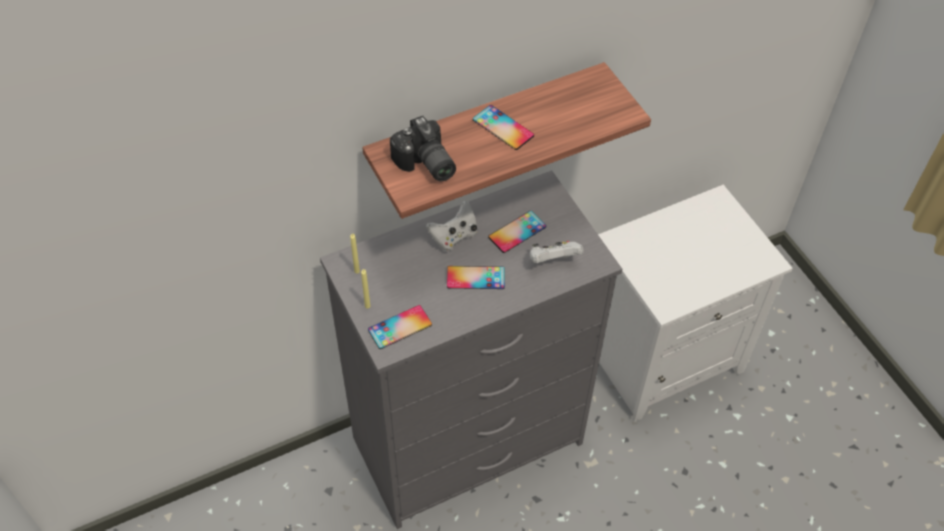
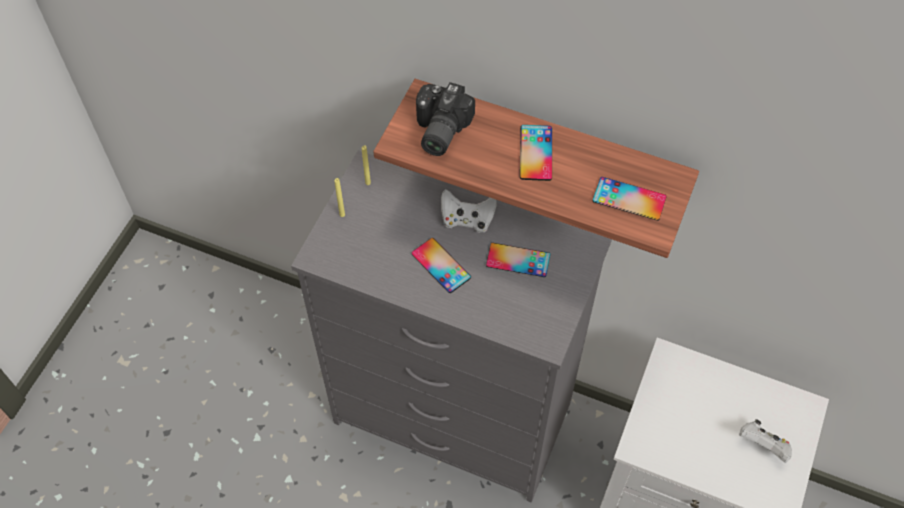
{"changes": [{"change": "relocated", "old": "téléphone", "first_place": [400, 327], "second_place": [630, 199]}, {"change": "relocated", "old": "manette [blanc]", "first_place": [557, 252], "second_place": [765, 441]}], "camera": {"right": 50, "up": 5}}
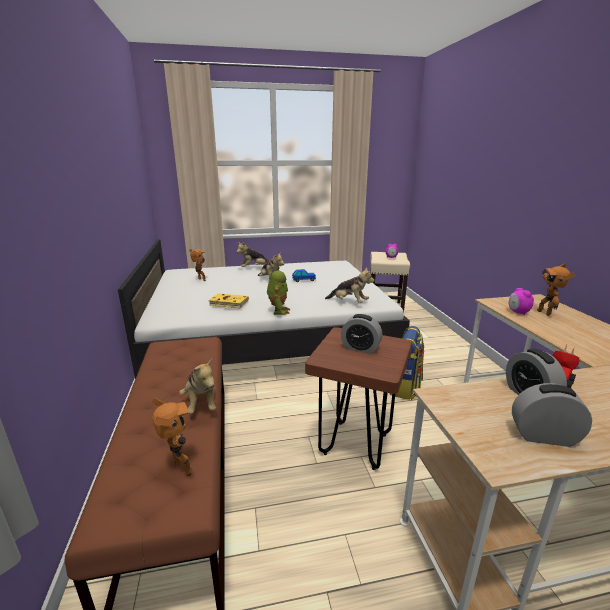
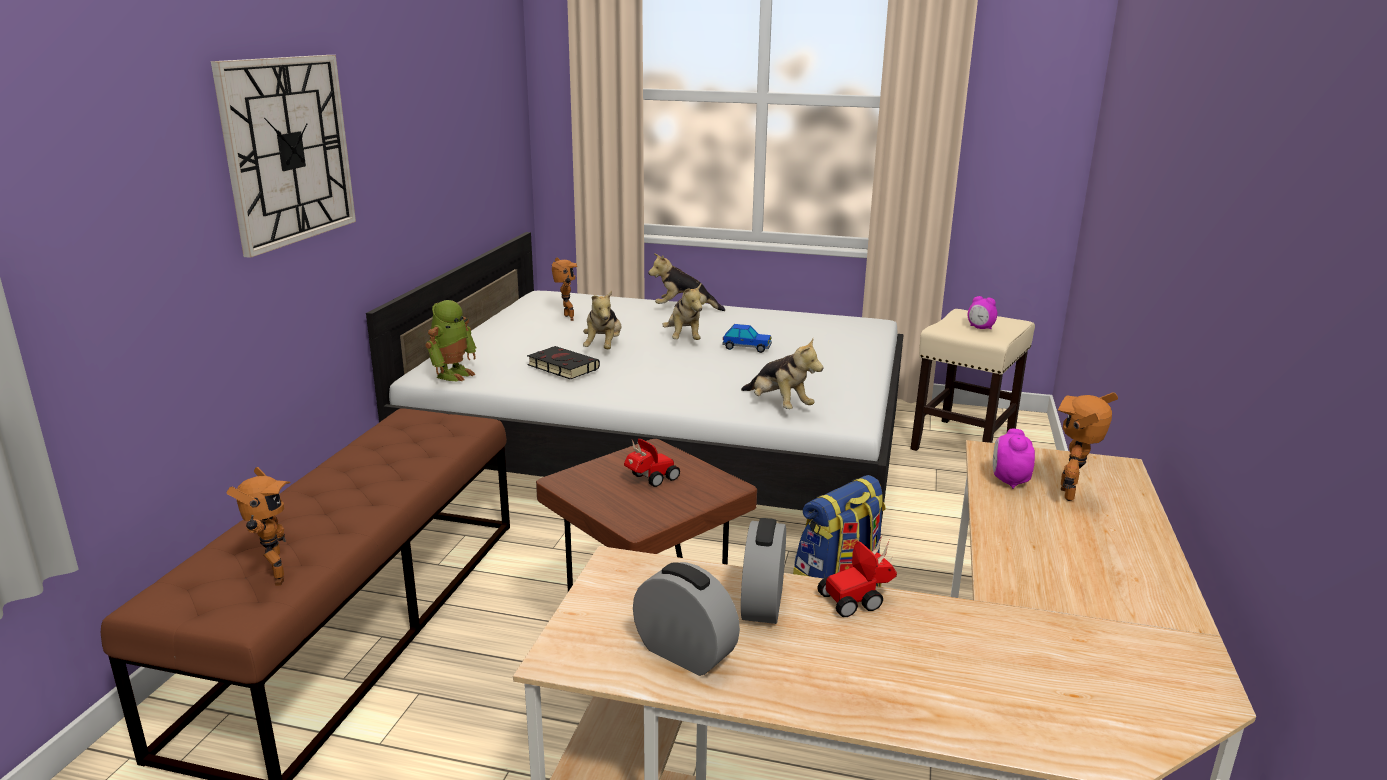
{"changes": [{"change": "appeared", "new": "horloge murale", "second_place": [283, 156]}, {"change": "relocated", "old": "robot jouet", "first_place": [278, 293], "second_place": [450, 340]}, {"change": "colour", "old": "livre [jaune]", "new": "livre [noir]", "first_place": [229, 301], "second_place": [563, 362]}, {"change": "relocated", "old": "peluche", "first_place": [197, 386], "second_place": [602, 320]}, {"change": "exchanged", "old": "réveil", "new": "petite voiture", "first_place": [362, 334], "second_place": [652, 463]}], "camera": {"right": 25, "up": 0}}
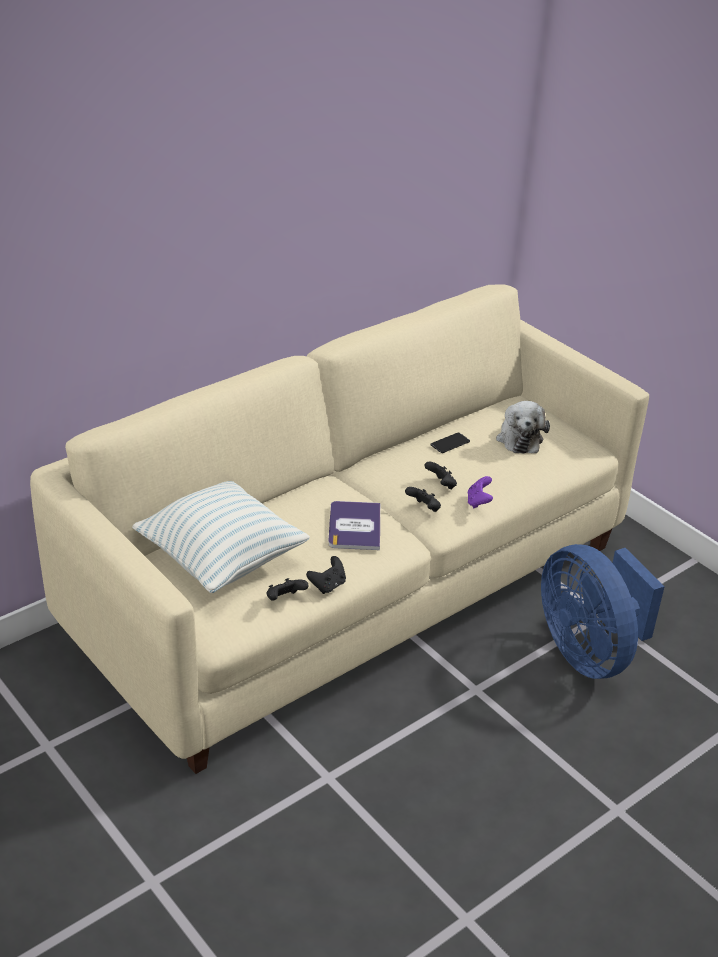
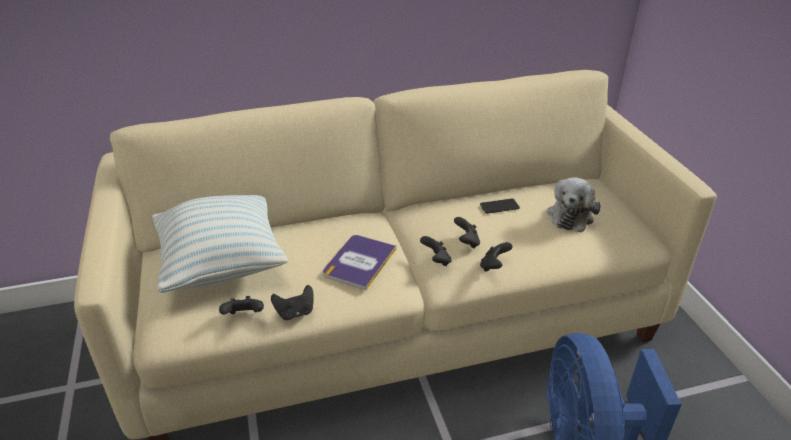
{"changes": [{"change": "colour", "old": "manette [violet]", "new": "manette [noir]", "first_place": [480, 492], "second_place": [496, 257]}], "camera": {"right": 25, "up": 0}}
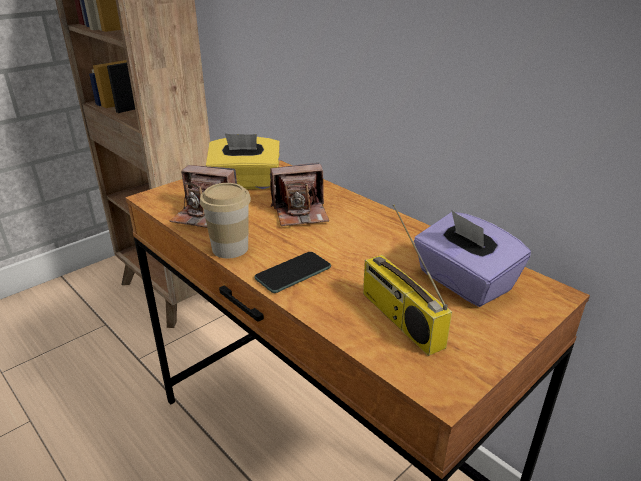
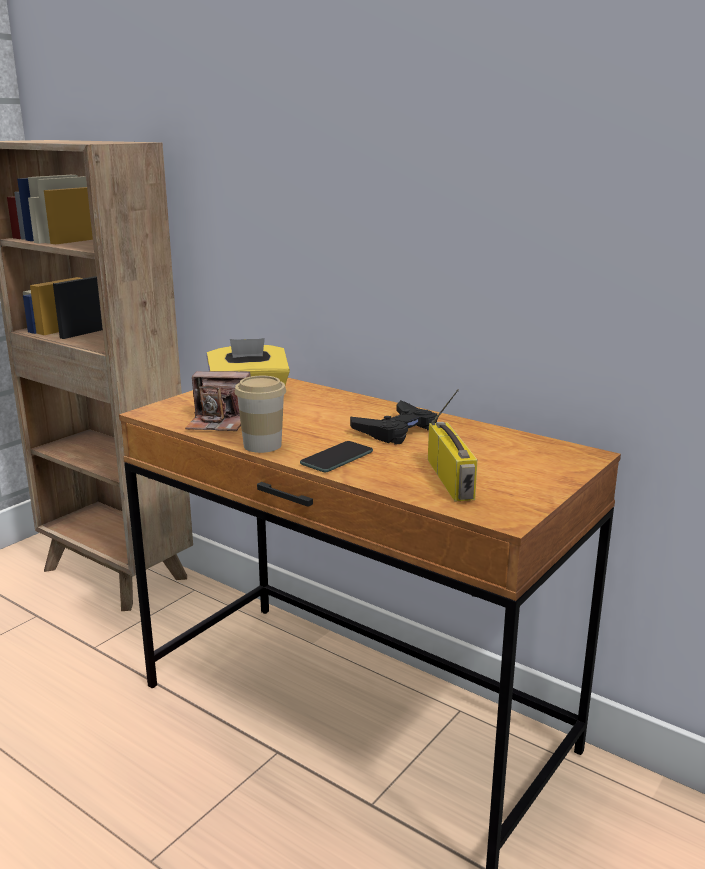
{"changes": [{"change": "appeared", "new": "manette [noir]", "second_place": [394, 422]}, {"change": "spun", "old": "radio", "first_place": [407, 280], "second_place": [452, 445], "degrees": -150}, {"change": "missing", "old": "appareil photo", "first_place": [299, 194]}, {"change": "missing", "old": "boîte à mouchoirs [violet]", "first_place": [472, 258]}], "camera": {"right": -10, "up": -10}}
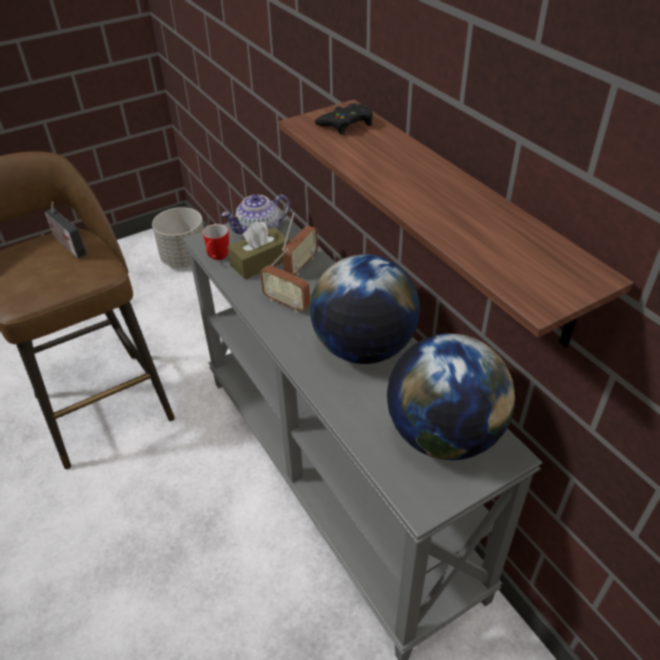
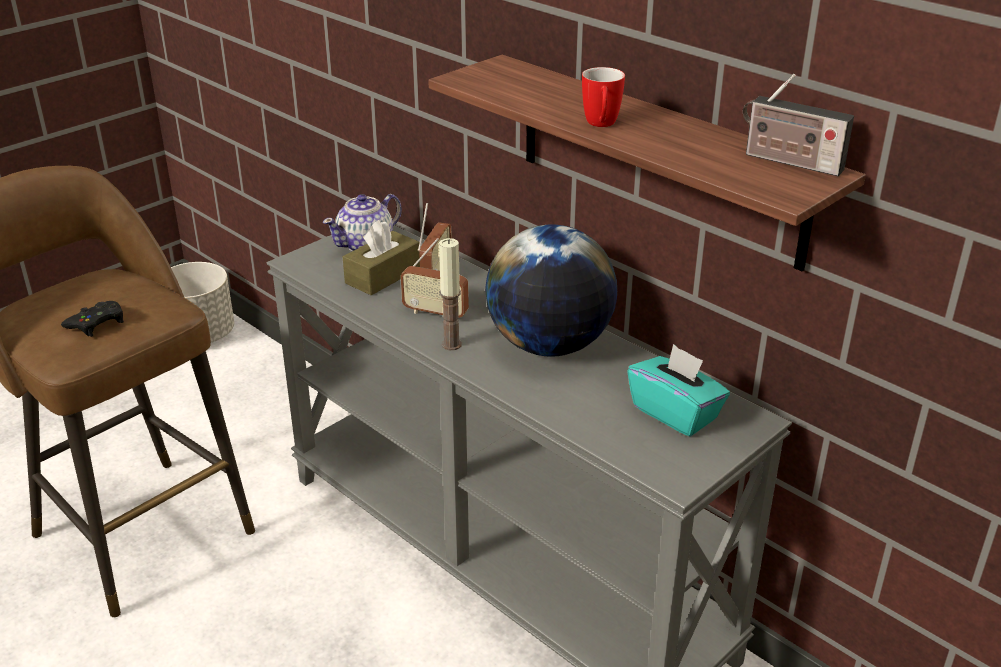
{"changes": [{"change": "relocated", "old": "manette [noir]", "first_place": [344, 119], "second_place": [92, 319]}, {"change": "appeared", "new": "bougie", "second_place": [450, 294]}, {"change": "relocated", "old": "mug", "first_place": [216, 242], "second_place": [603, 97]}, {"change": "exchanged", "old": "globe", "new": "boîte à mouchoirs [turquoise]", "first_place": [451, 396], "second_place": [678, 390]}, {"change": "relocated", "old": "radio", "first_place": [66, 230], "second_place": [798, 125]}], "camera": {"right": -15, "up": -10}}
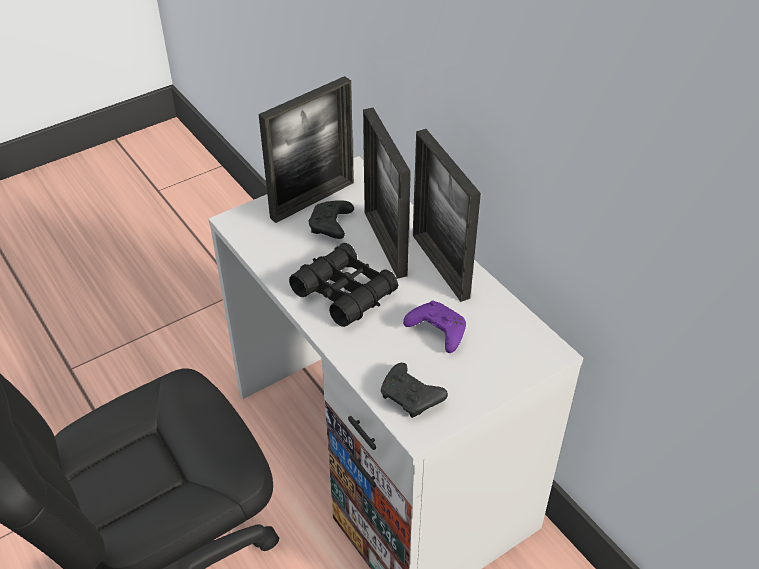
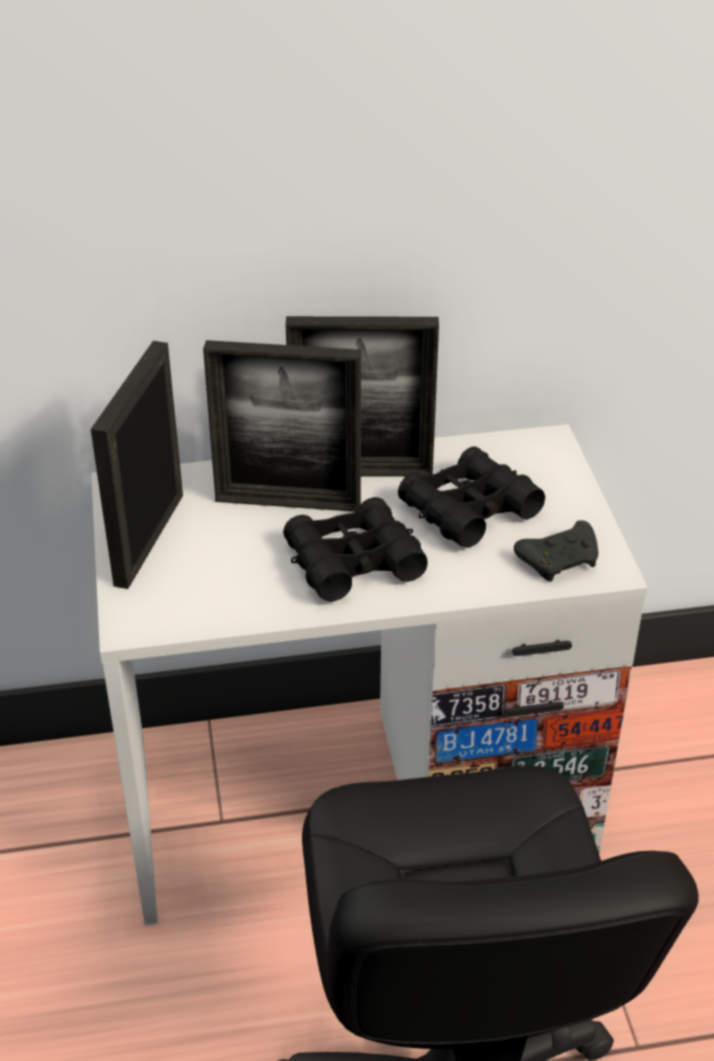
{"changes": [{"change": "spun", "old": "cadre photo", "first_place": [306, 149], "second_place": [137, 465], "degrees": -150}, {"change": "exchanged", "old": "manette [violet]", "new": "jumelles [noir]", "first_place": [434, 326], "second_place": [471, 497]}, {"change": "missing", "old": "manette [noir]", "first_place": [331, 219]}], "camera": {"right": -65, "up": -5}}
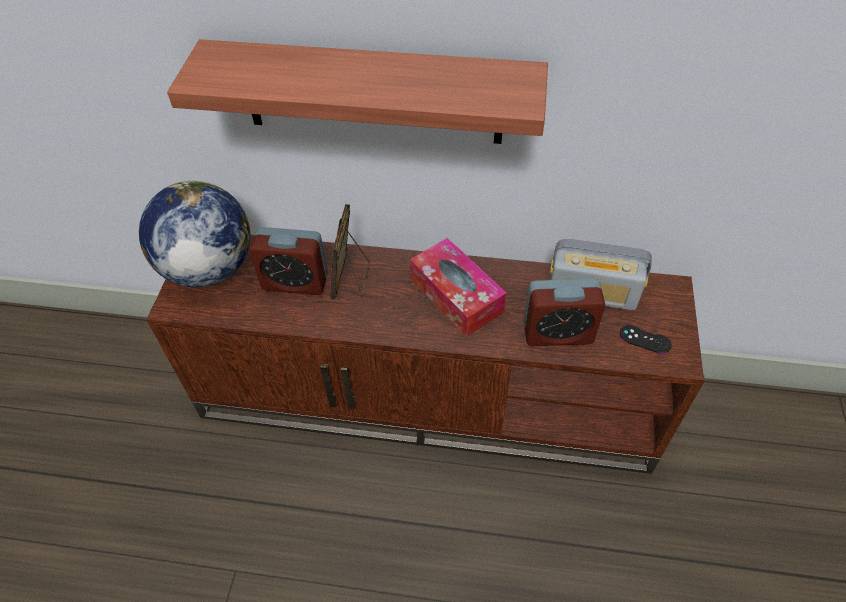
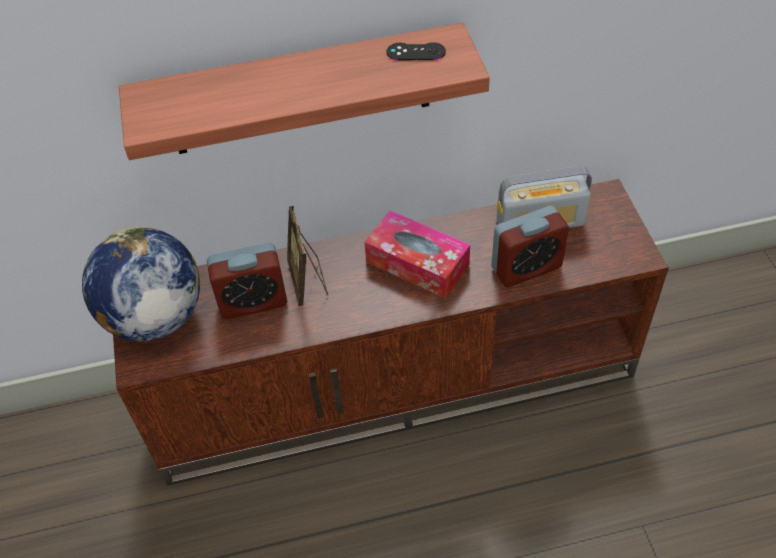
{"changes": [{"change": "relocated", "old": "manette [noir]", "first_place": [646, 339], "second_place": [416, 51]}], "camera": {"right": -20, "up": 0}}
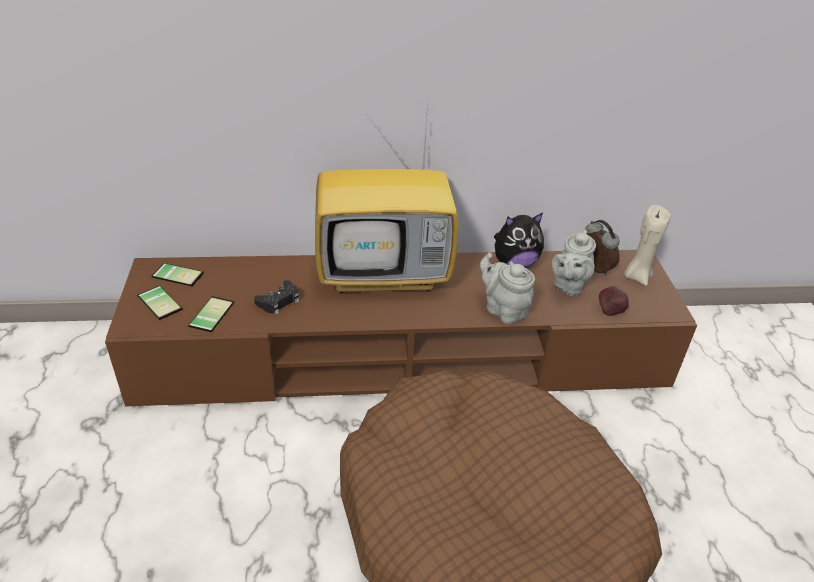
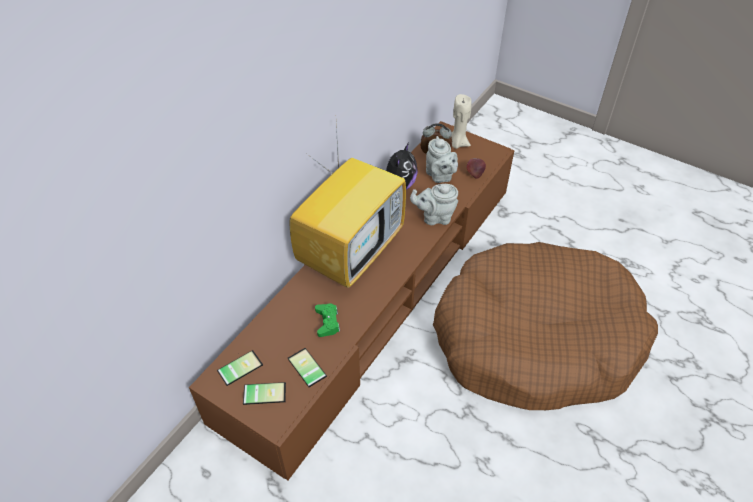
{"changes": [{"change": "colour", "old": "manette [noir]", "new": "manette [vert]", "first_place": [276, 297], "second_place": [327, 320]}], "camera": {"right": -50, "up": 10}}
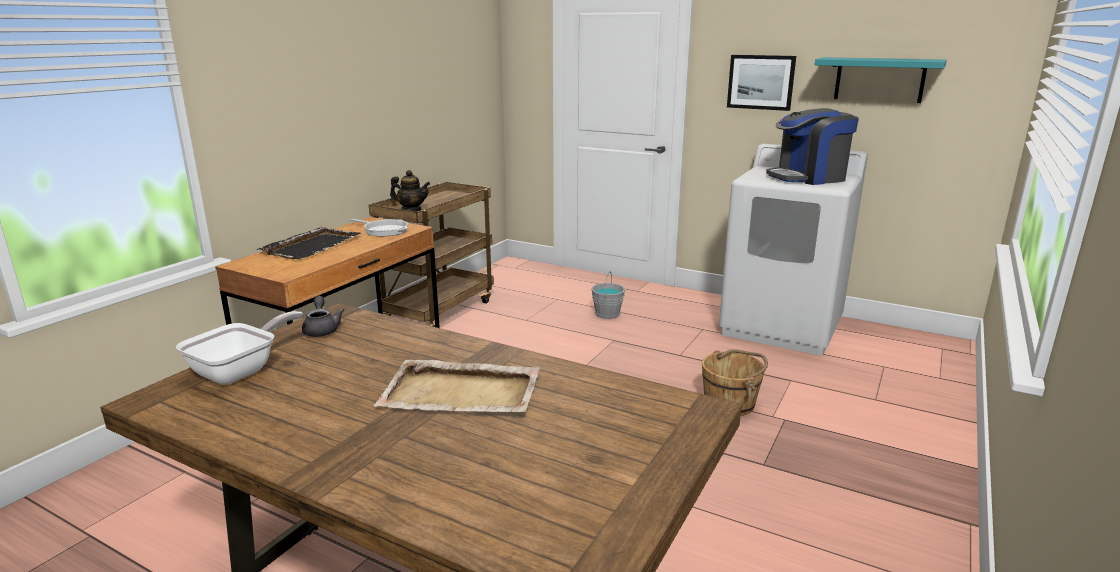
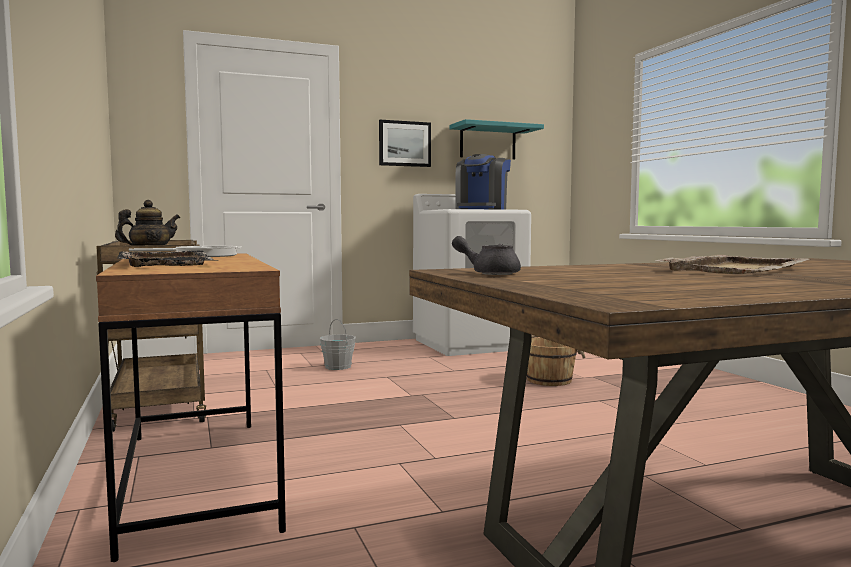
{"changes": [{"change": "missing", "old": "poêle", "first_place": [239, 348]}], "camera": {"right": -50, "up": -15}}
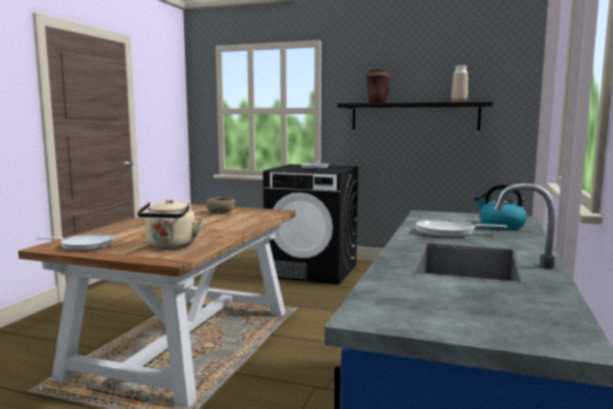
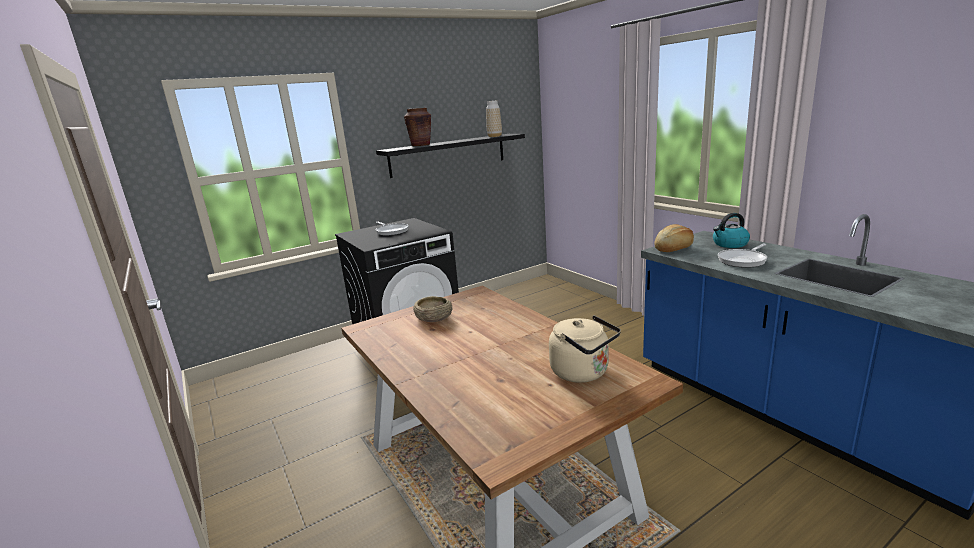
{"changes": [{"change": "appeared", "new": "pain", "second_place": [674, 238]}, {"change": "missing", "old": "poêle", "first_place": [75, 242]}], "camera": {"right": -50, "up": 10}}
